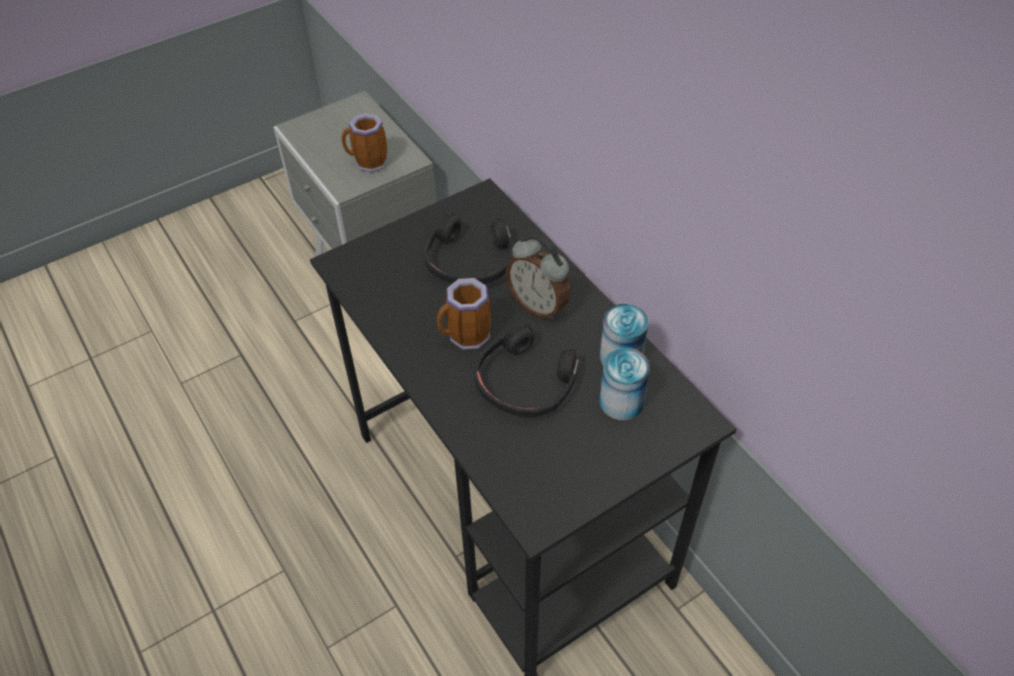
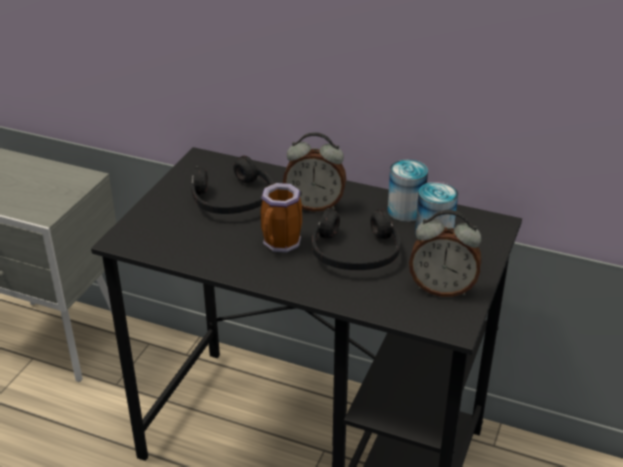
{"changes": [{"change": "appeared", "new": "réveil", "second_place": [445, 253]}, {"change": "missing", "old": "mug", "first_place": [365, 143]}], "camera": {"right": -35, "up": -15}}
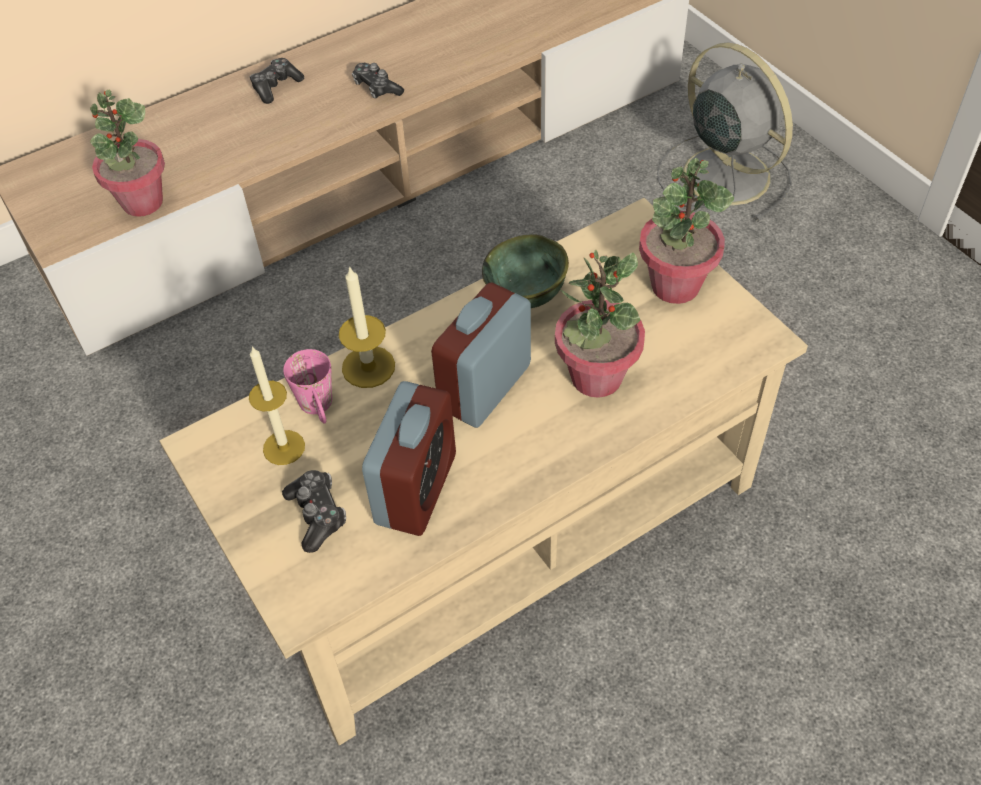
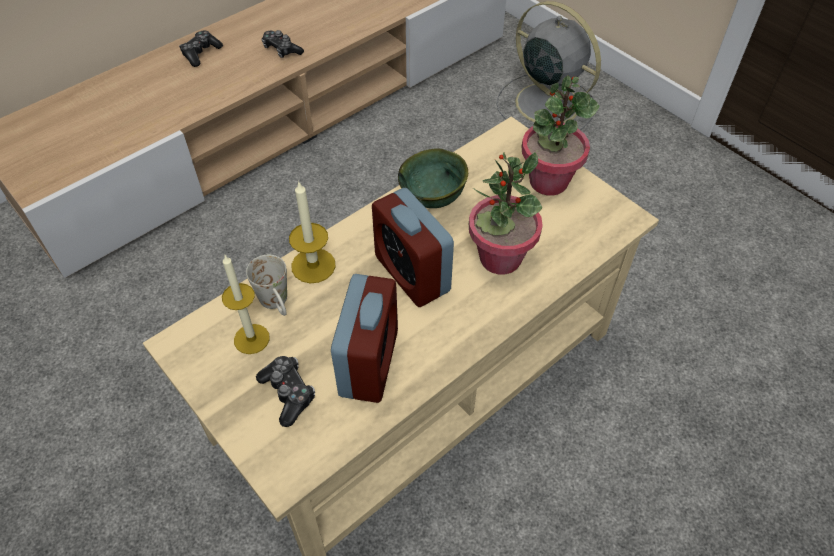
{"changes": [{"change": "colour", "old": "mug [rose]", "new": "mug [blanc]", "first_place": [307, 386], "second_place": [266, 285]}, {"change": "spun", "old": "réveil", "first_place": [481, 355], "second_place": [413, 247], "degrees": -60}, {"change": "missing", "old": "plante en pot", "first_place": [127, 153]}], "camera": {"right": -10, "up": 0}}
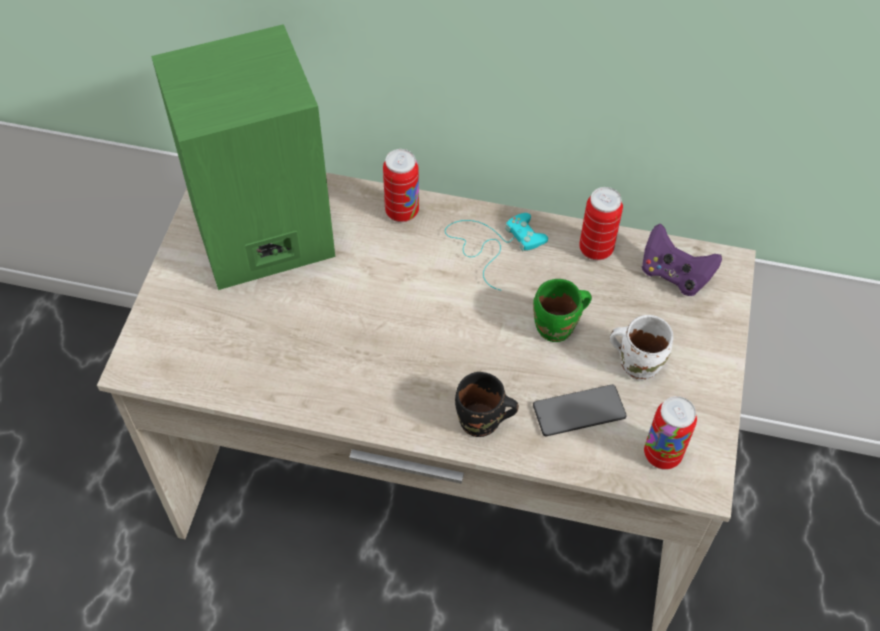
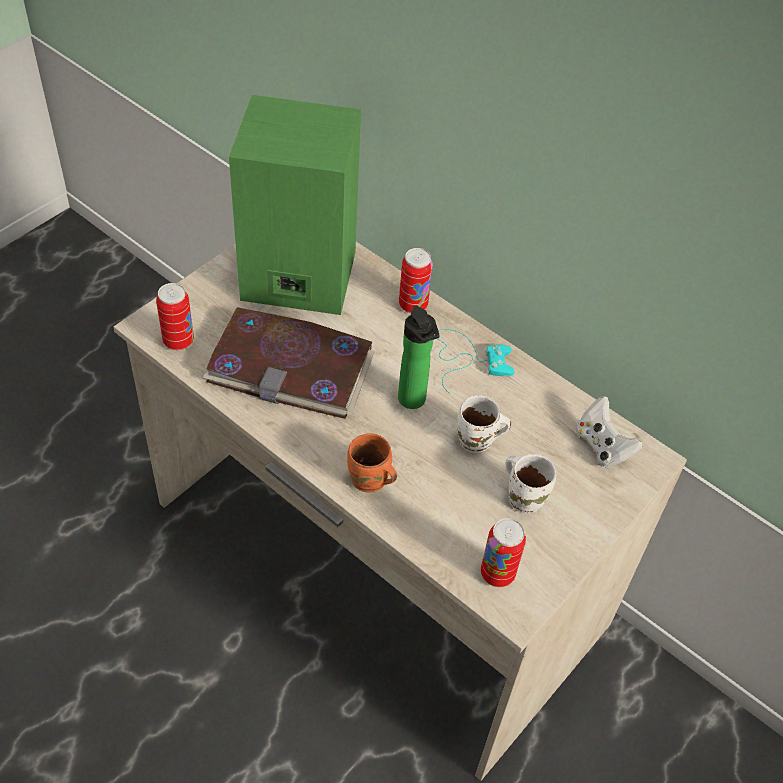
{"changes": [{"change": "relocated", "old": "boîte métallique", "first_place": [601, 223], "second_place": [175, 316]}, {"change": "appeared", "new": "livre", "second_place": [289, 363]}, {"change": "colour", "old": "mug [noir]", "new": "mug [orange]", "first_place": [487, 404], "second_place": [372, 463]}, {"change": "appeared", "new": "bouteille", "second_place": [419, 357]}, {"change": "colour", "old": "mug [vert]", "new": "mug [blanc]", "first_place": [562, 310], "second_place": [484, 424]}, {"change": "colour", "old": "manette [violet]", "new": "manette [blanc]", "first_place": [682, 260], "second_place": [609, 432]}, {"change": "missing", "old": "téléphone", "first_place": [580, 410]}], "camera": {"right": 25, "up": -5}}
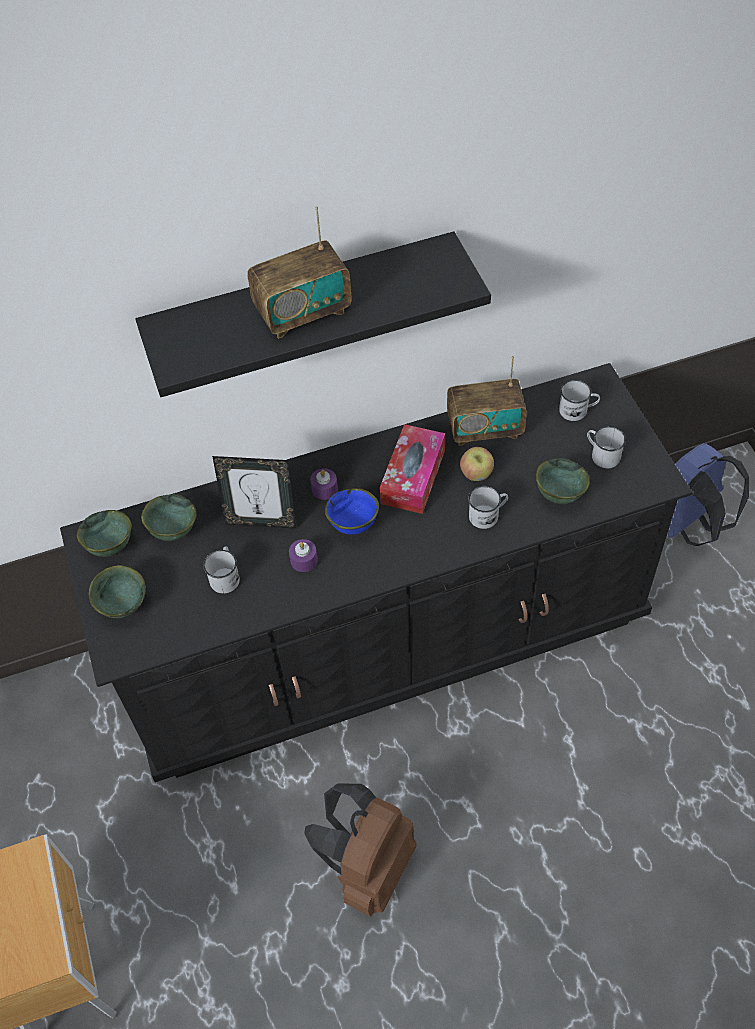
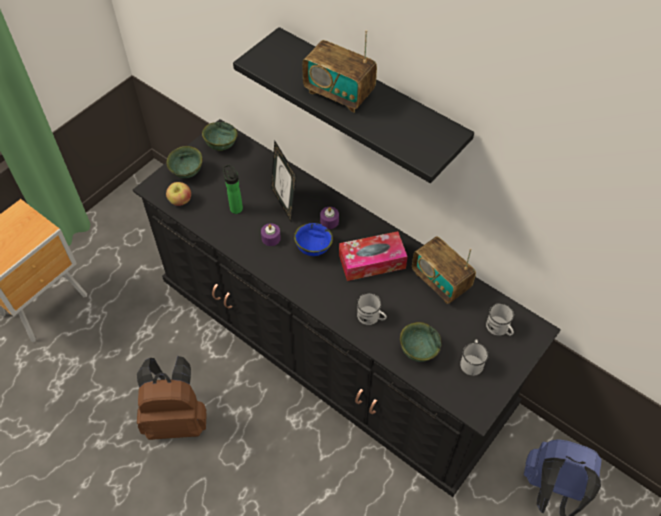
{"changes": [{"change": "relocated", "old": "pomme", "first_place": [477, 464], "second_place": [178, 194]}, {"change": "exchanged", "old": "mug [blanc]", "new": "bouteille", "first_place": [221, 570], "second_place": [232, 189]}, {"change": "missing", "old": "bol [vert]", "first_place": [169, 517]}], "camera": {"right": 55, "up": 0}}
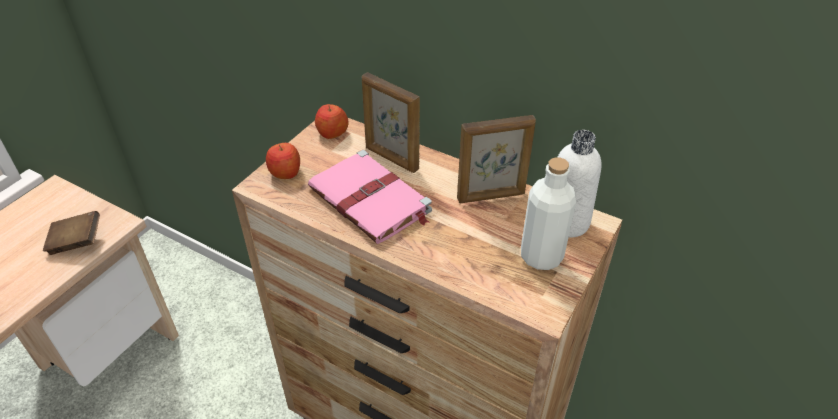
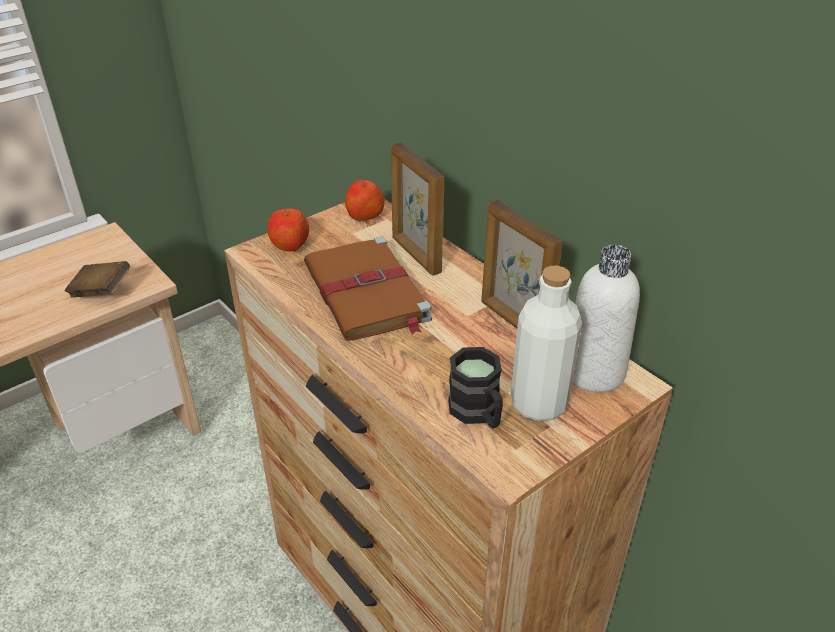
{"changes": [{"change": "colour", "old": "livre [rose]", "new": "livre [marron]", "first_place": [370, 197], "second_place": [368, 288]}, {"change": "appeared", "new": "mug [noir]", "second_place": [475, 387]}, {"change": "spun", "old": "cadre photo", "first_place": [496, 159], "second_place": [522, 264], "degrees": 45}], "camera": {"right": 20, "up": -5}}
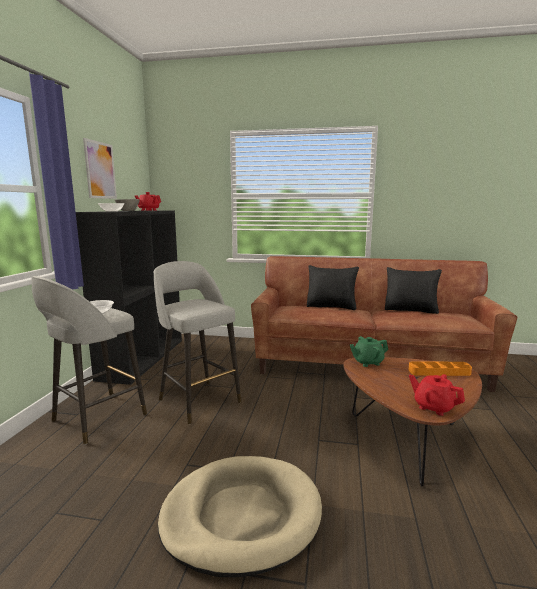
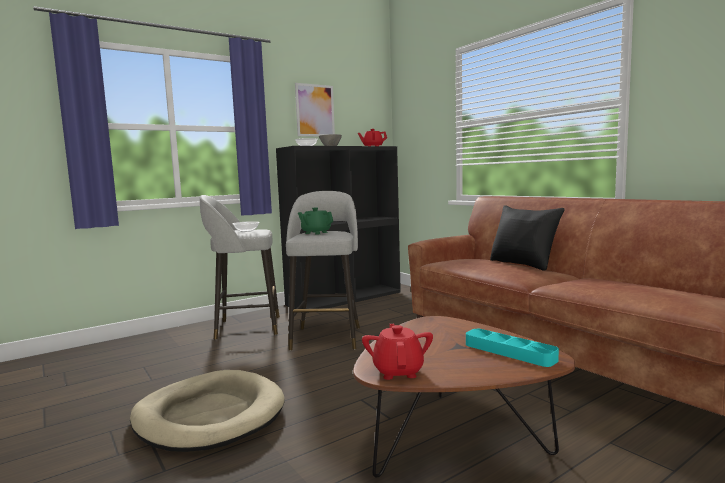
{"changes": [{"change": "relocated", "old": "théière [vert]", "first_place": [369, 351], "second_place": [315, 221]}, {"change": "colour", "old": "plateau [orange]", "new": "plateau [turquoise]", "first_place": [440, 369], "second_place": [512, 348]}, {"change": "missing", "old": "coussin [noir]", "first_place": [413, 290]}], "camera": {"right": 45, "up": -5}}
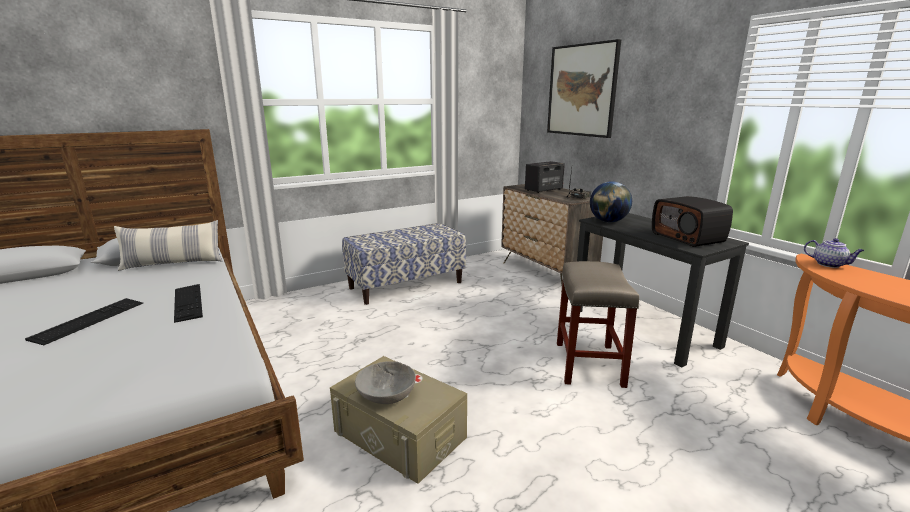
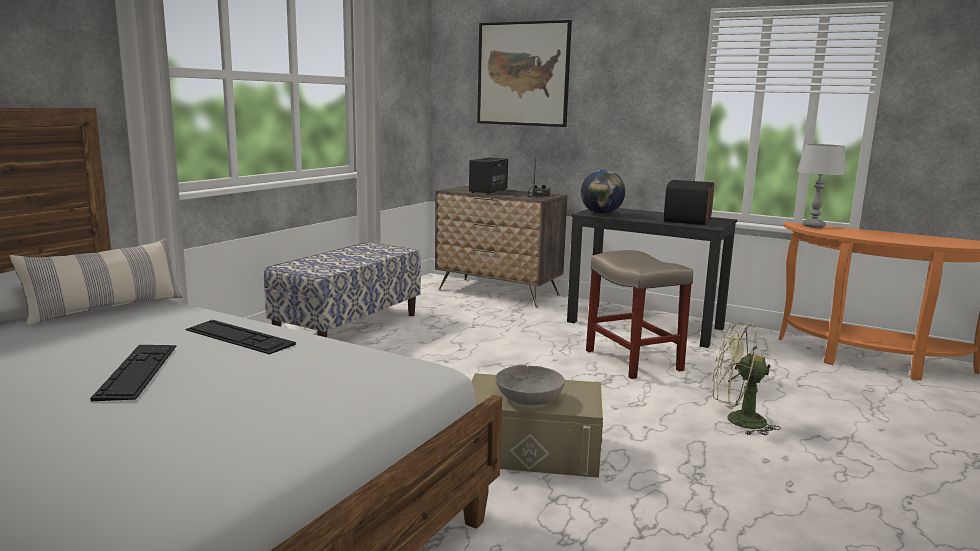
{"changes": [{"change": "spun", "old": "radio", "first_place": [692, 221], "second_place": [689, 202], "degrees": 75}, {"change": "appeared", "new": "ventilateur [vert]", "second_place": [746, 379]}, {"change": "exchanged", "old": "théière", "new": "lampe de table [gris]", "first_place": [834, 253], "second_place": [821, 186]}], "camera": {"right": -30, "up": -5}}
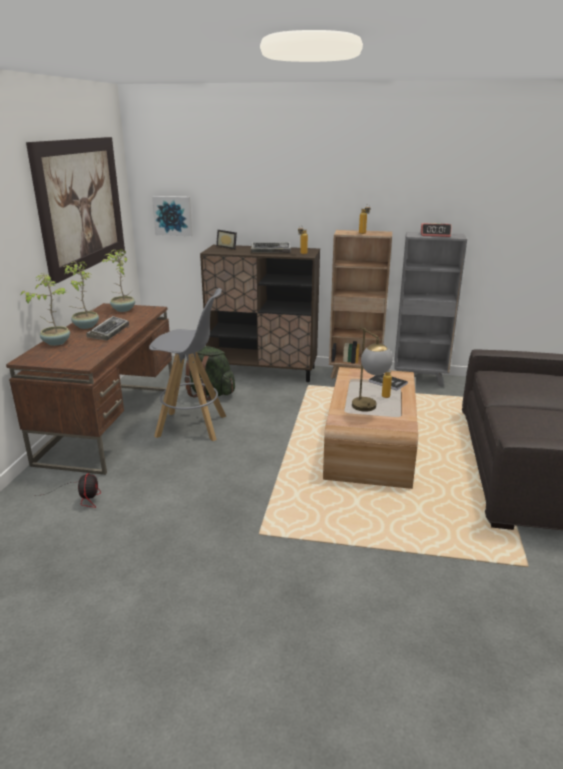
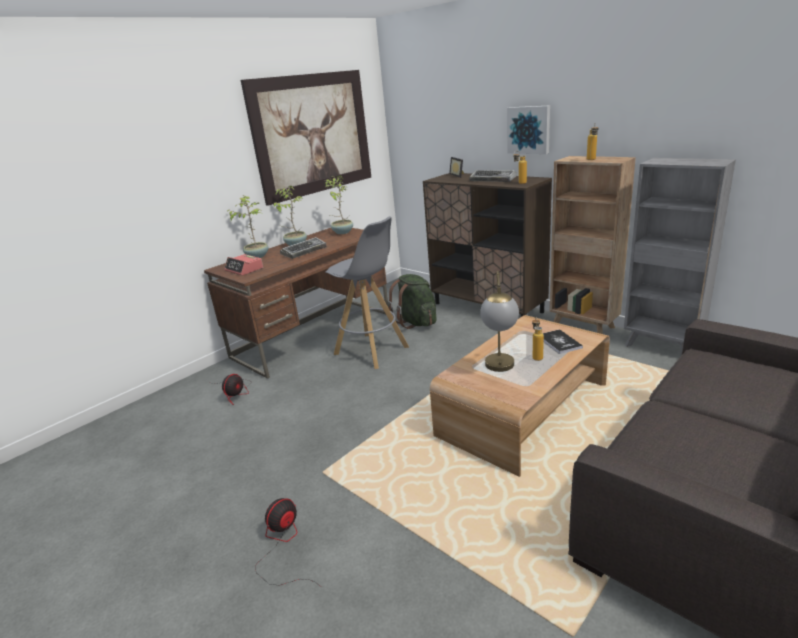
{"changes": [{"change": "relocated", "old": "réveil", "first_place": [436, 230], "second_place": [243, 264]}, {"change": "appeared", "new": "ventilateur", "second_place": [288, 542]}, {"change": "relocated", "old": "tableau", "first_place": [172, 216], "second_place": [528, 129]}], "camera": {"right": 35, "up": 0}}
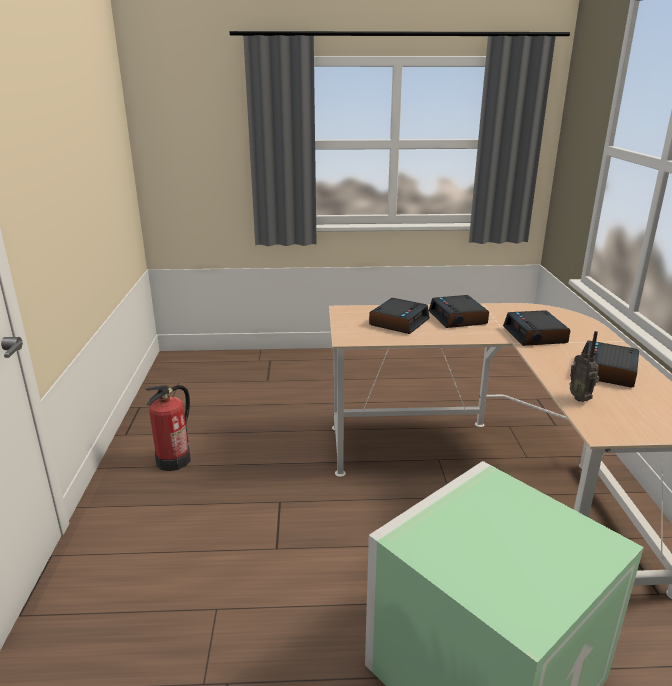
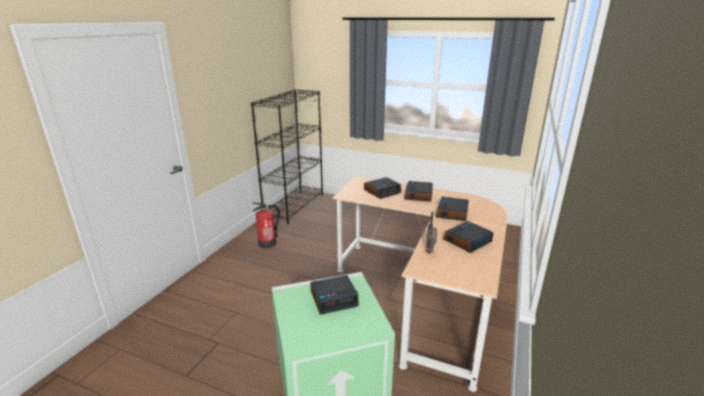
{"changes": [{"change": "appeared", "new": "bibliothèque [noir]", "second_place": [287, 156]}, {"change": "appeared", "new": "réveil", "second_place": [334, 294]}], "camera": {"right": 25, "up": 0}}
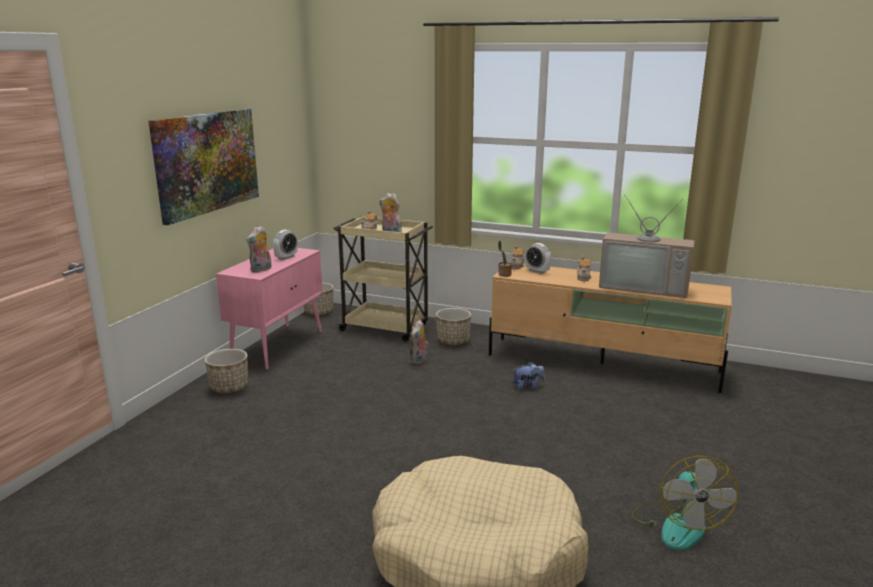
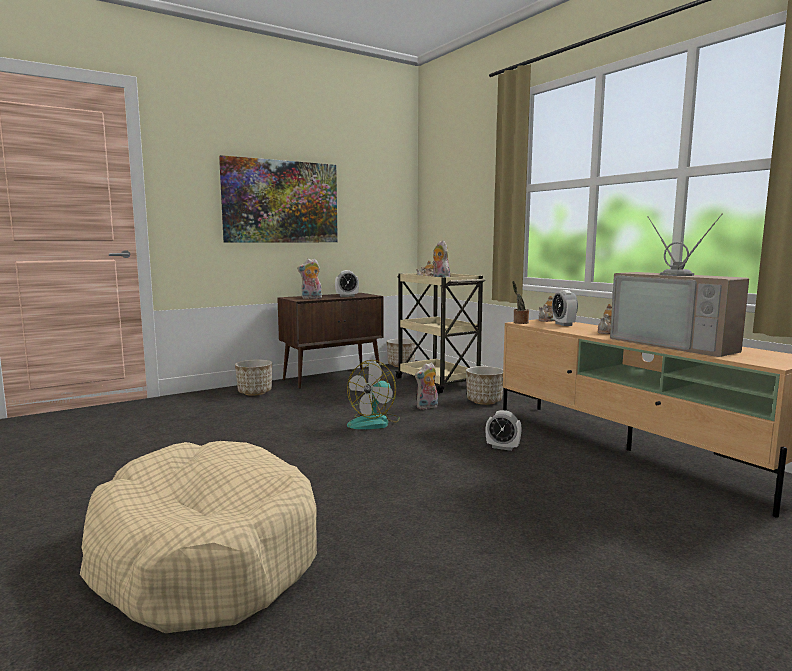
{"changes": [{"change": "colour", "old": "meuble de rangement [rose]", "new": "meuble de rangement [marron]", "first_place": [269, 309], "second_place": [330, 341]}, {"change": "relocated", "old": "ventilateur", "first_place": [685, 503], "second_place": [373, 394]}, {"change": "exchanged", "old": "peluche", "new": "réveil", "first_place": [529, 376], "second_place": [504, 430]}], "camera": {"right": 35, "up": -10}}
